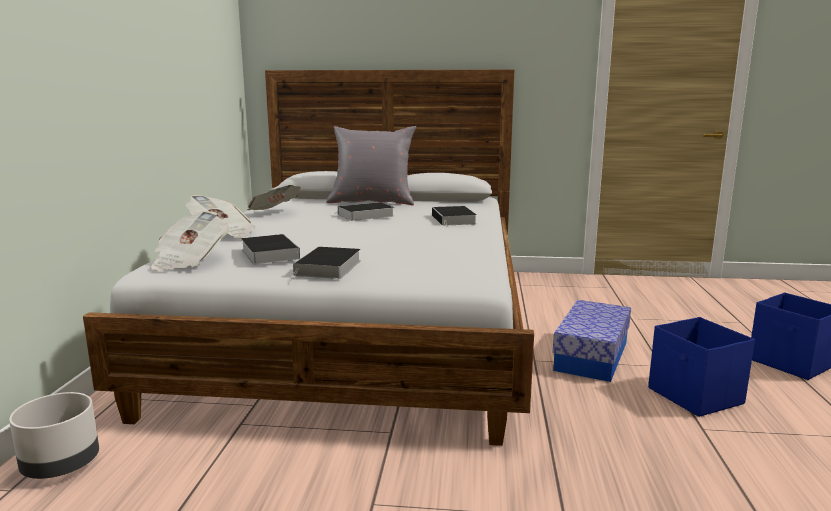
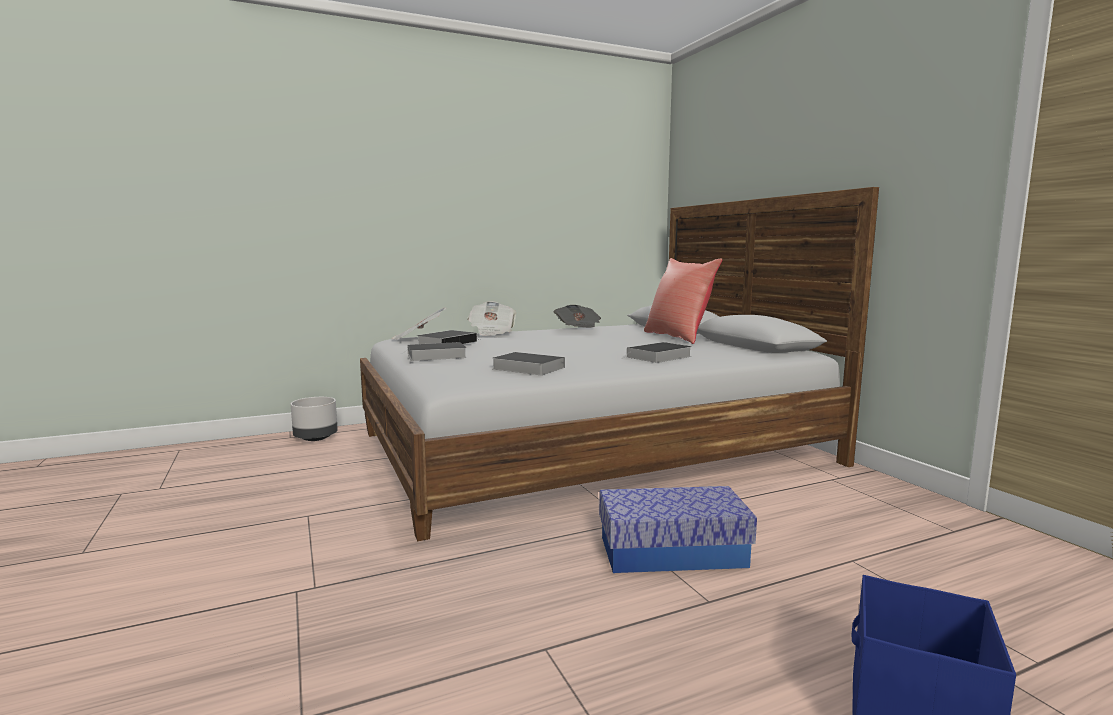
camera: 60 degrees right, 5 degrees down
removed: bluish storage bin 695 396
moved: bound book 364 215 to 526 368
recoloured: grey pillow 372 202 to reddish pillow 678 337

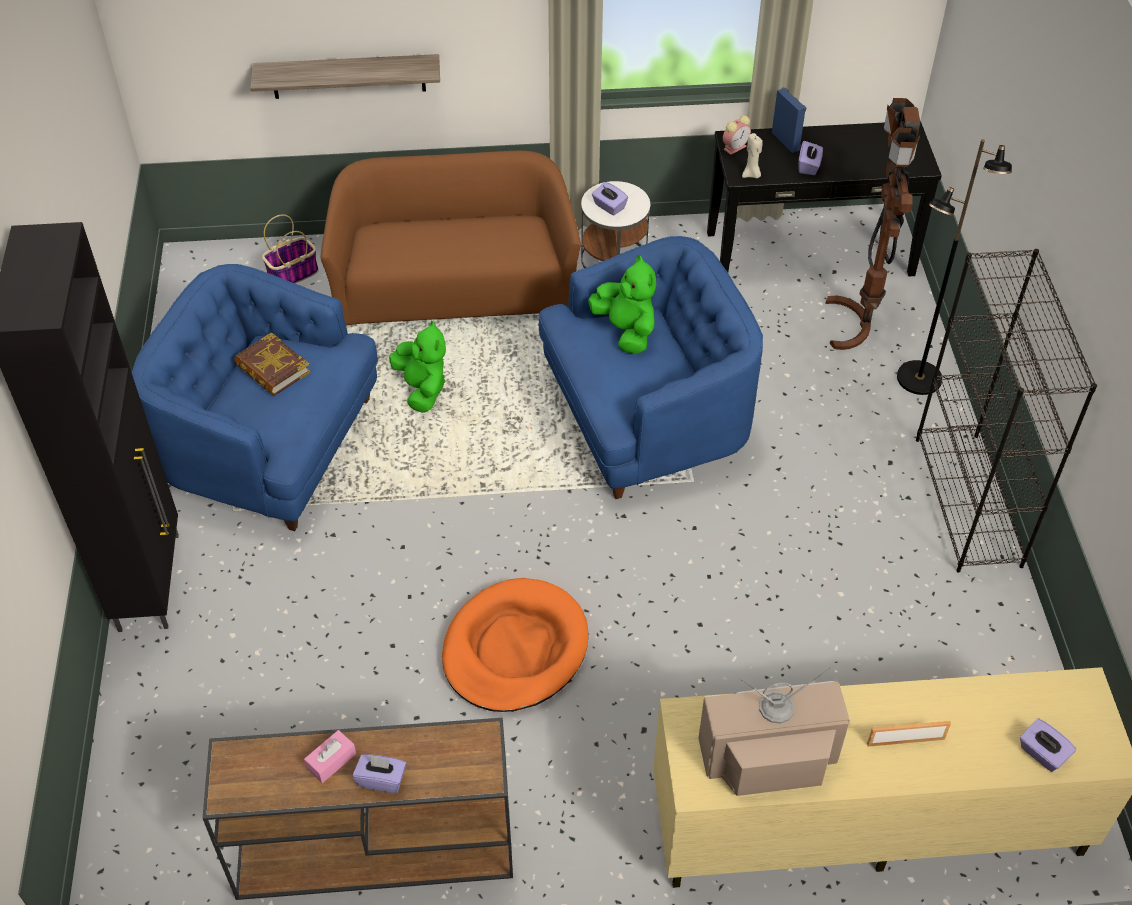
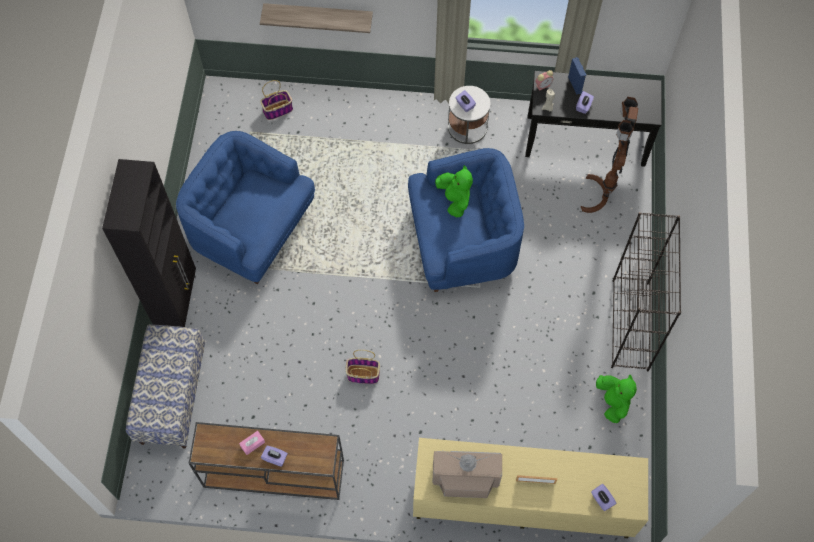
camera: 10 degrees right, 15 degrees up
removed: bound book 272 369; brownish settee 455 285; black standard lamp 919 379
added: long seat 172 395
moved: green soft toy 422 389 to 612 402
replaced: orange dog cushion 515 649 to storage basket 362 374

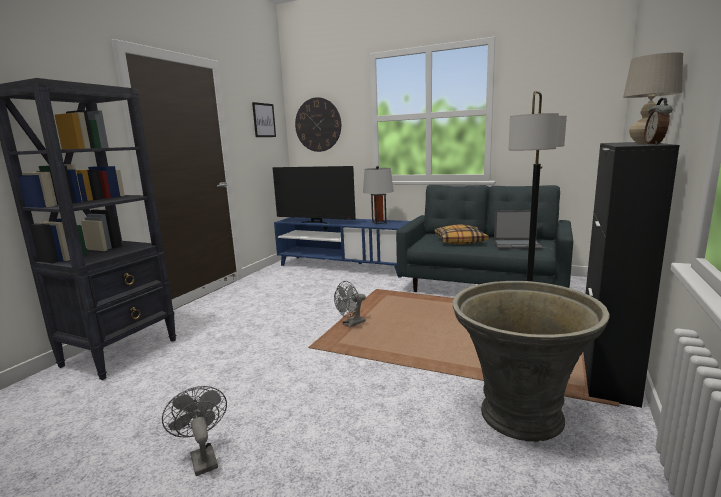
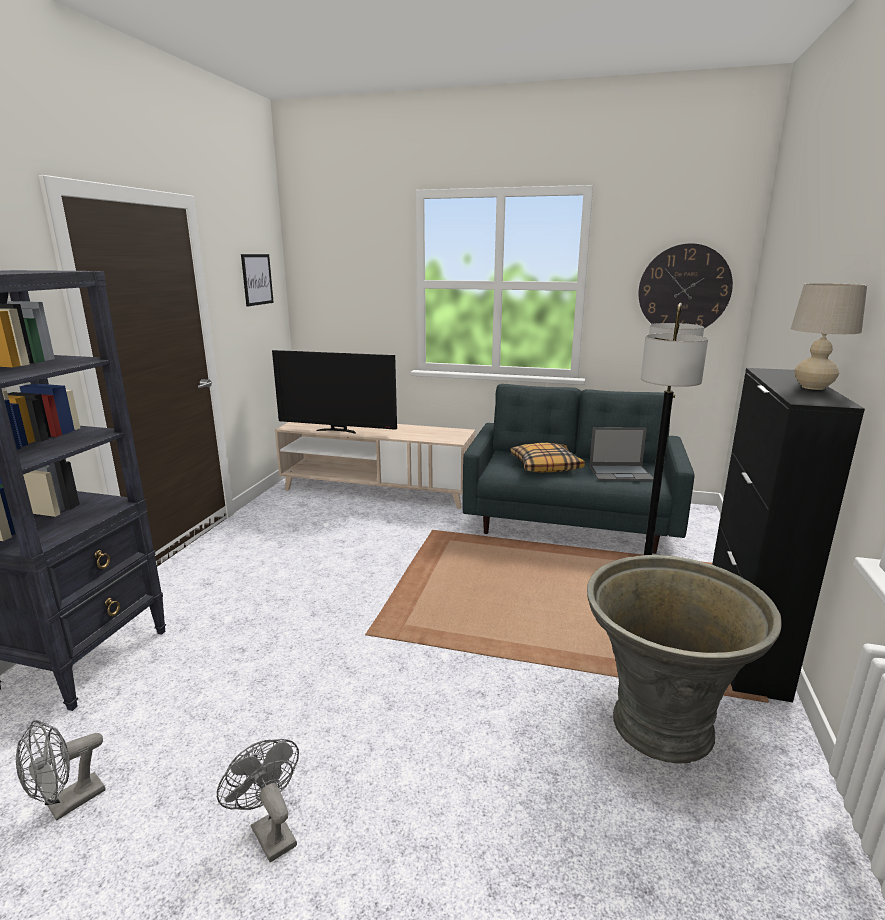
camera: 10 degrees left, 5 degrees up
removed: grey tabletop lamp 379 222; table clock 655 144
moved: grey fan 351 324 to 68 804; wall clock 318 125 to 684 289
recoloured: bluish tv stand 344 266 to beige tv stand 377 490

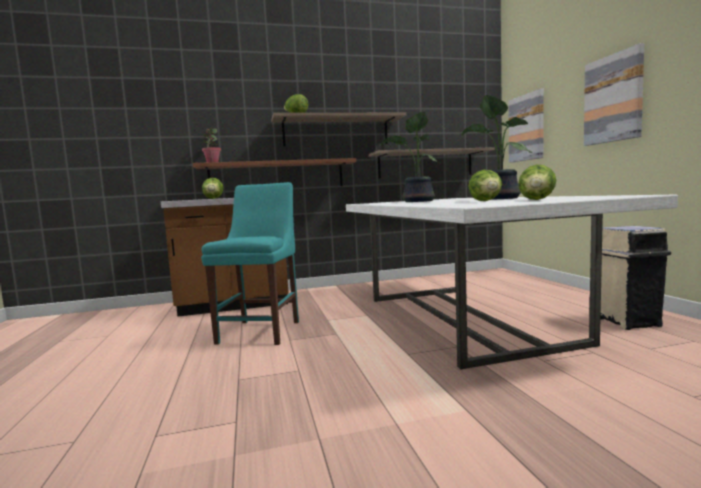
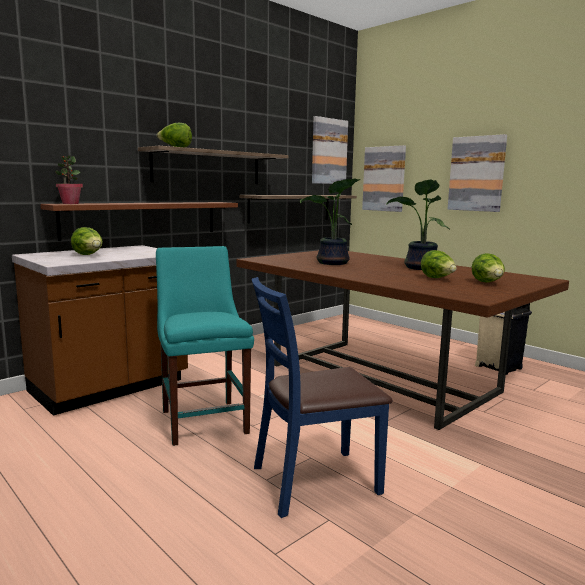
camera: 30 degrees left, 5 degrees up
added: bluish chair 314 481; picture 328 151
recoloured: white dining table 461 318 to brownish dining table 380 377

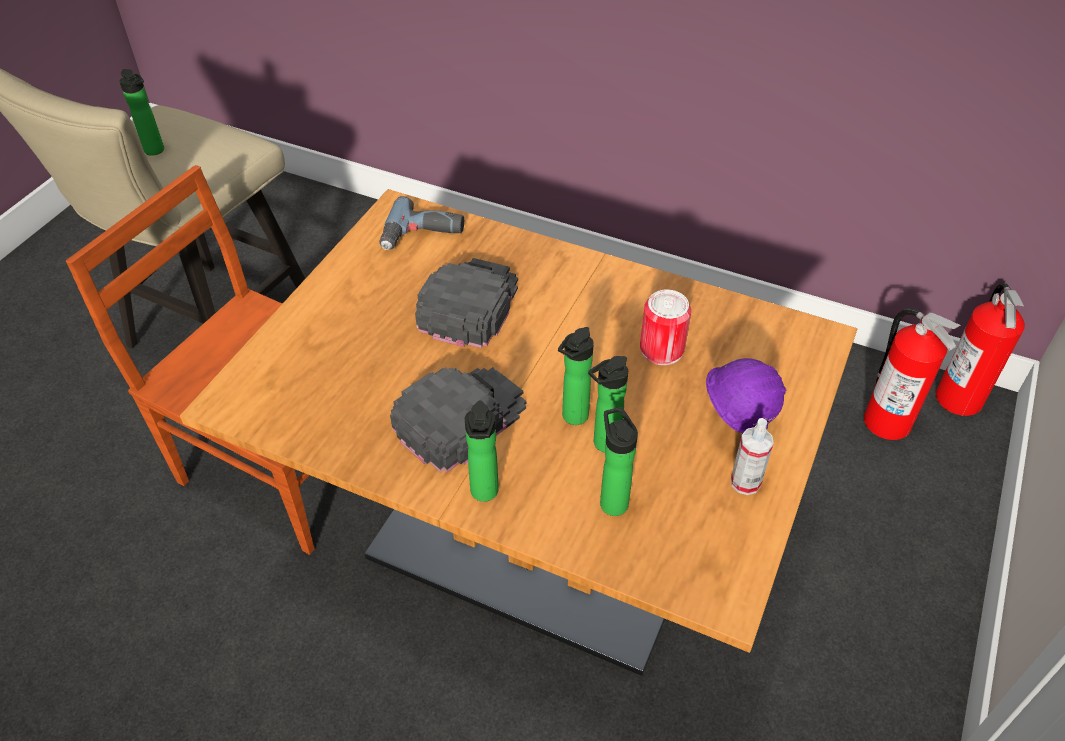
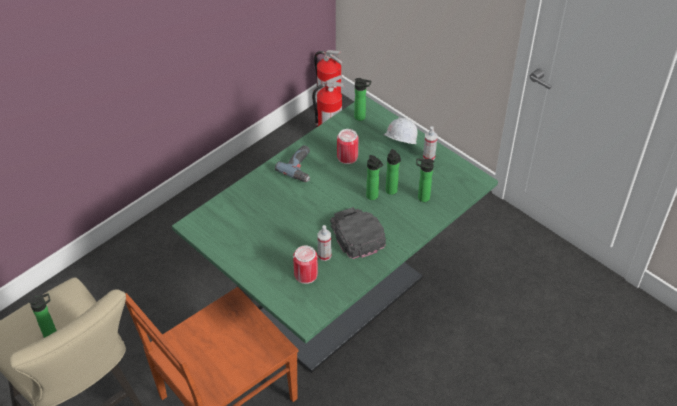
camera: 70 degrees left, 0 degrees up
removed: black baseball cap 469 304
added: sealed can 306 274; hand sprayer 324 255
moved: electric drill 422 236 to 301 167; drink bottle 484 494 to 361 117
recoloured: brownish dining table 532 549 to green dining table 338 299; purple hard hat 735 423 to white hard hat 398 149

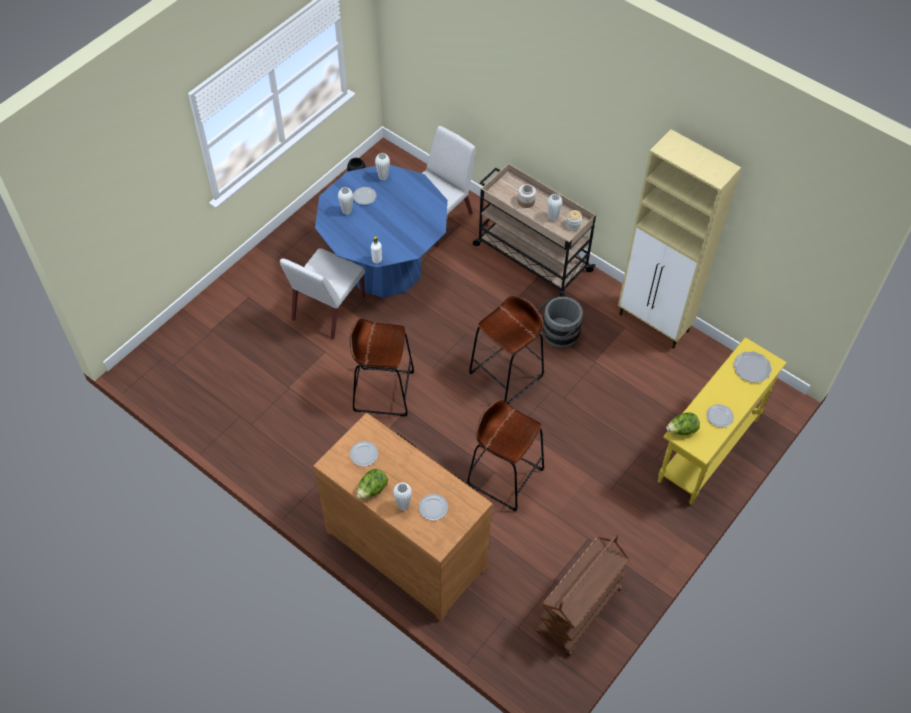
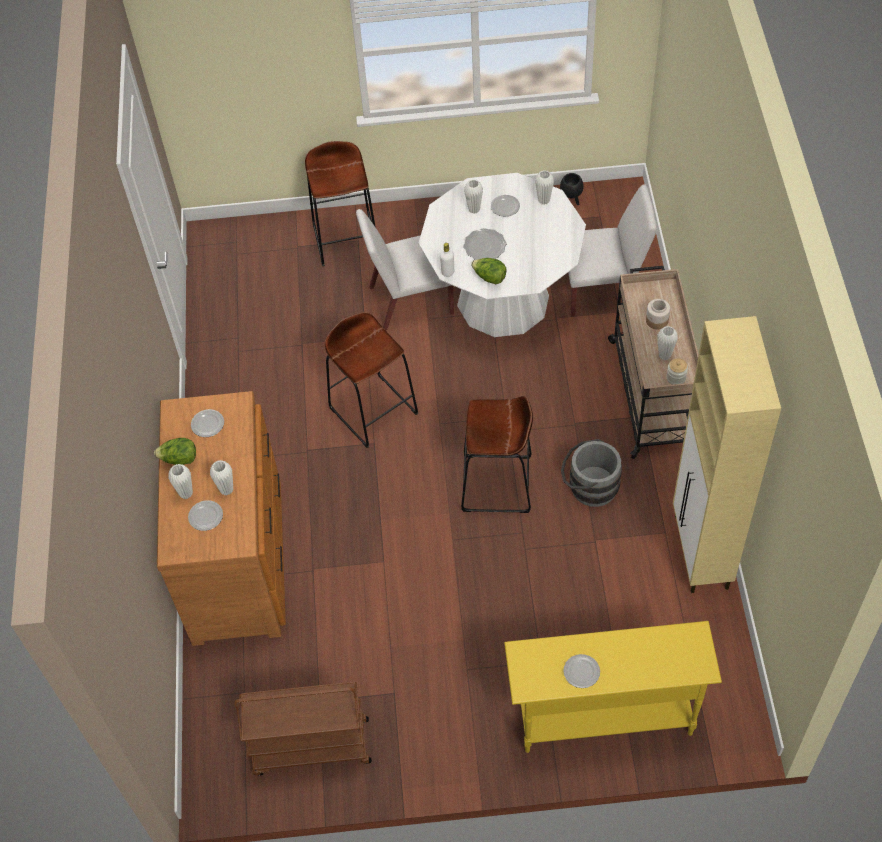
camera: 50 degrees right, 0 degrees up
added: white vase 226 489
moved: brownish sitting stool 505 476 to 346 239; flat dish 751 368 to 484 246; head of lettuce 682 430 to 489 277
recoloured: bluish dining table 385 267 to white dining table 503 300

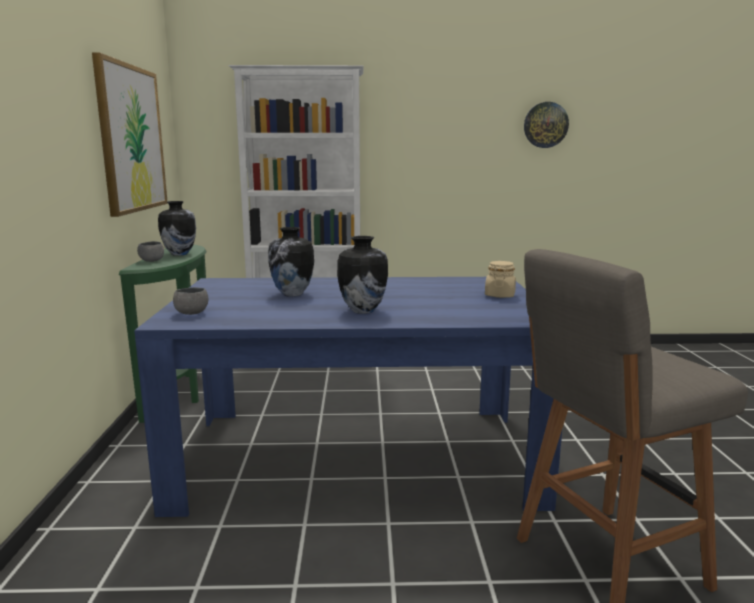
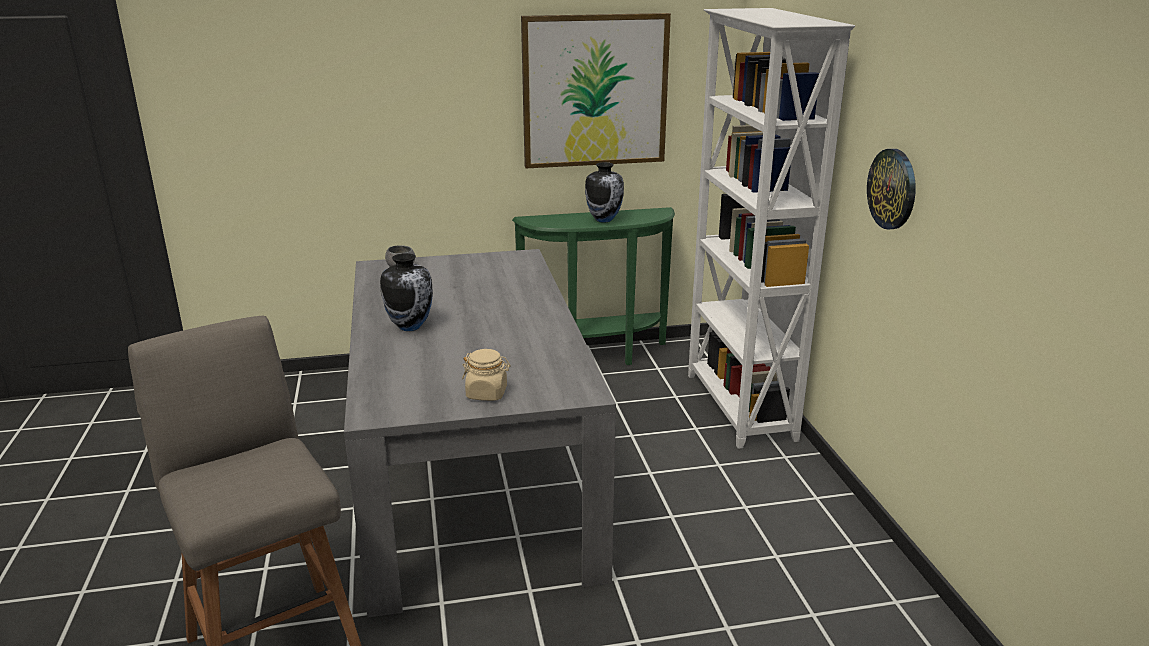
camera: 80 degrees right, 10 degrees up
removed: grey serving bowl 151 261; vase 292 294
moved: wall clock 545 125 to 892 189
recoloured: bluish dining table 358 456 to grey dining table 472 477

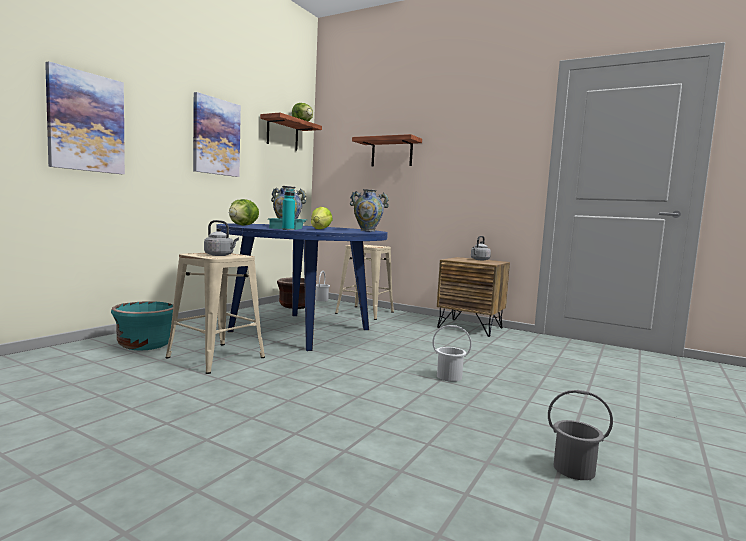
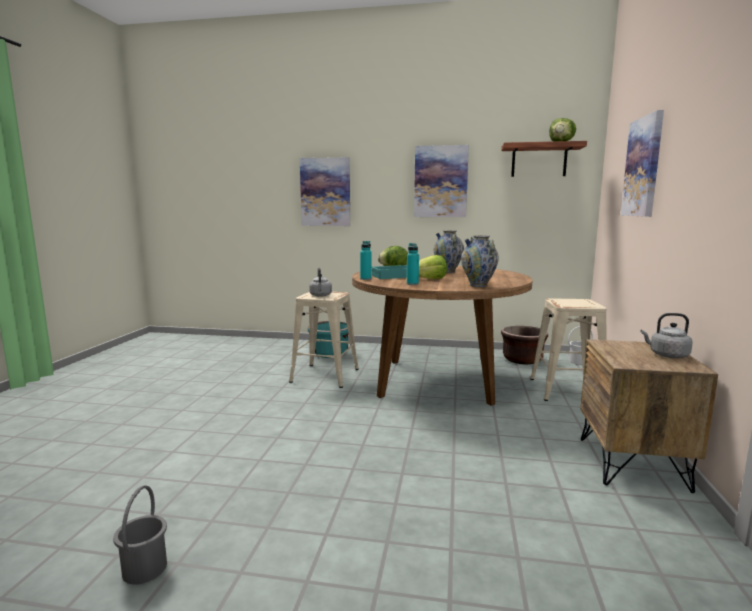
camera: 70 degrees right, 5 degrees up
removed: white bucket 449 377
added: blue-green drink bottle 412 284
replaced: bracket shelf 392 153 to picture 643 167
recoloured: bluish dining table 300 330 to brownish dining table 437 380

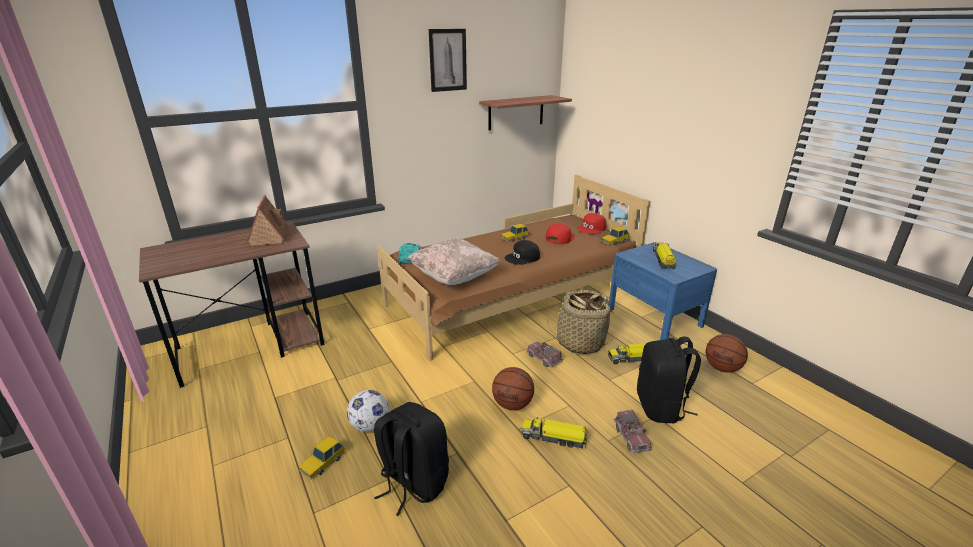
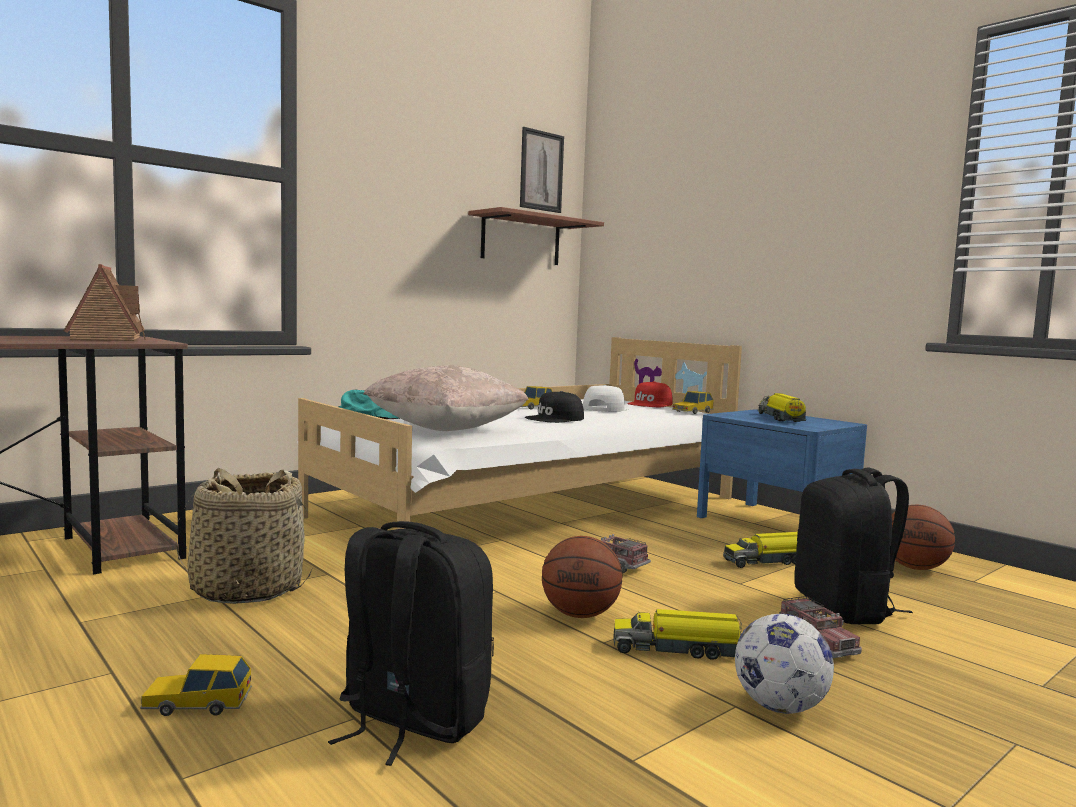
camera: 10 degrees left, 20 degrees down
moved: storage basket 580 343 to 246 589; picture 448 60 to 541 171; football ball 369 426 to 779 707
recoloured: brownish bed 513 297 to white bed 532 507; reddish baseball cap 559 238 to white baseball cap 605 408
turned: miniature car 323 463 = 197 703 60 degrees clockwise

